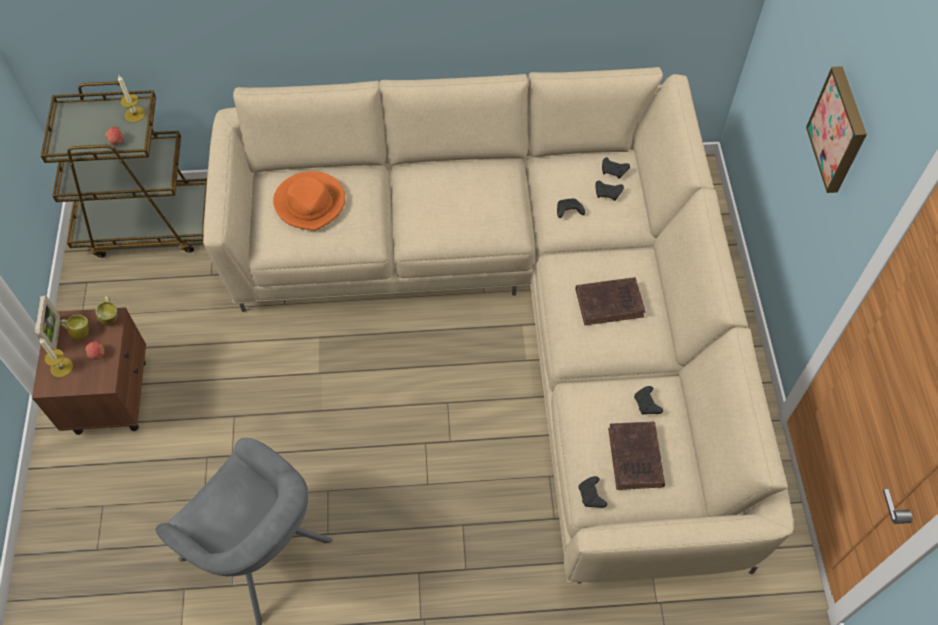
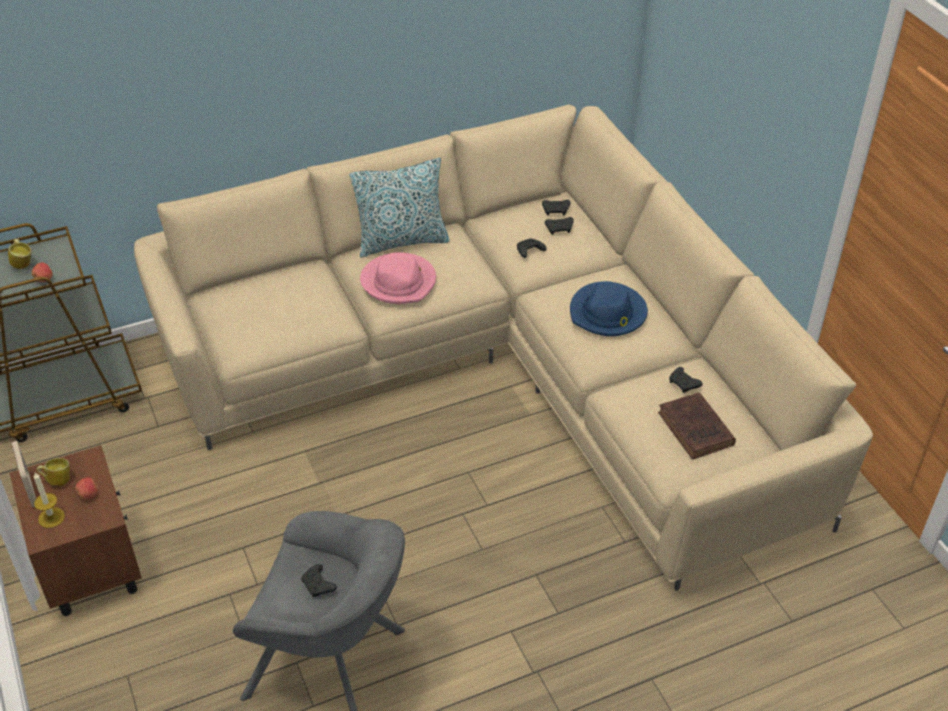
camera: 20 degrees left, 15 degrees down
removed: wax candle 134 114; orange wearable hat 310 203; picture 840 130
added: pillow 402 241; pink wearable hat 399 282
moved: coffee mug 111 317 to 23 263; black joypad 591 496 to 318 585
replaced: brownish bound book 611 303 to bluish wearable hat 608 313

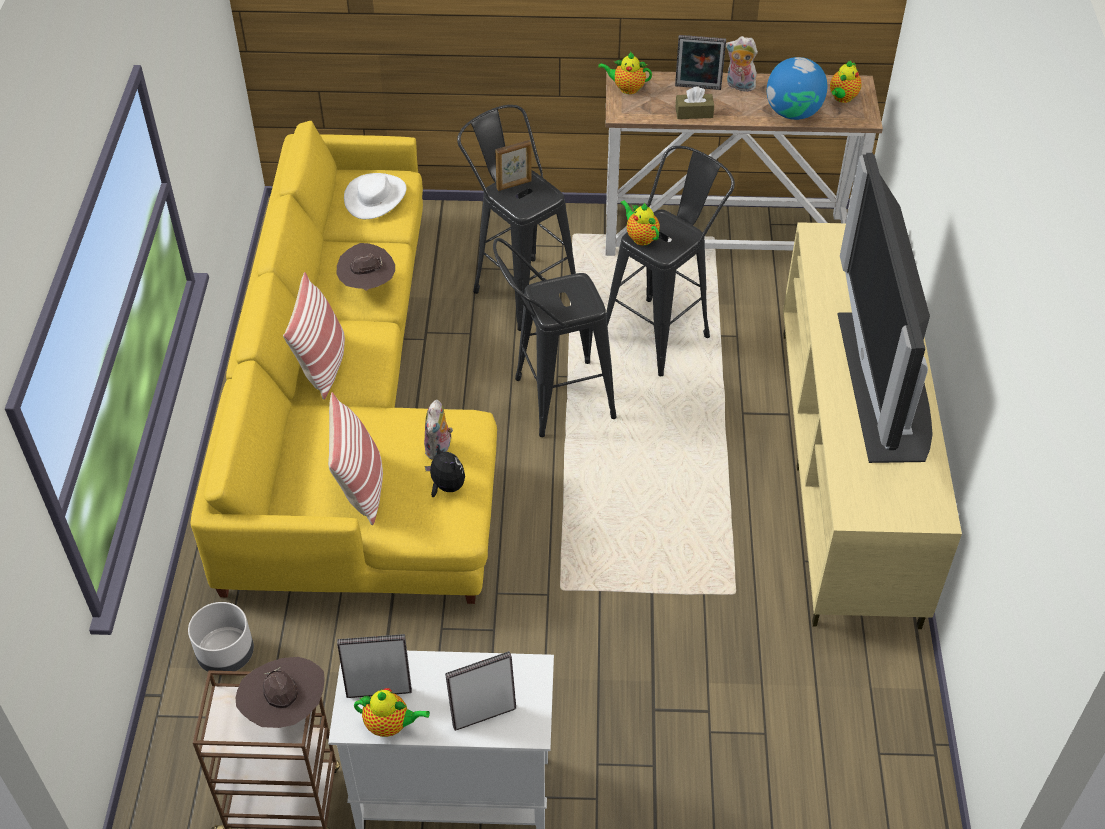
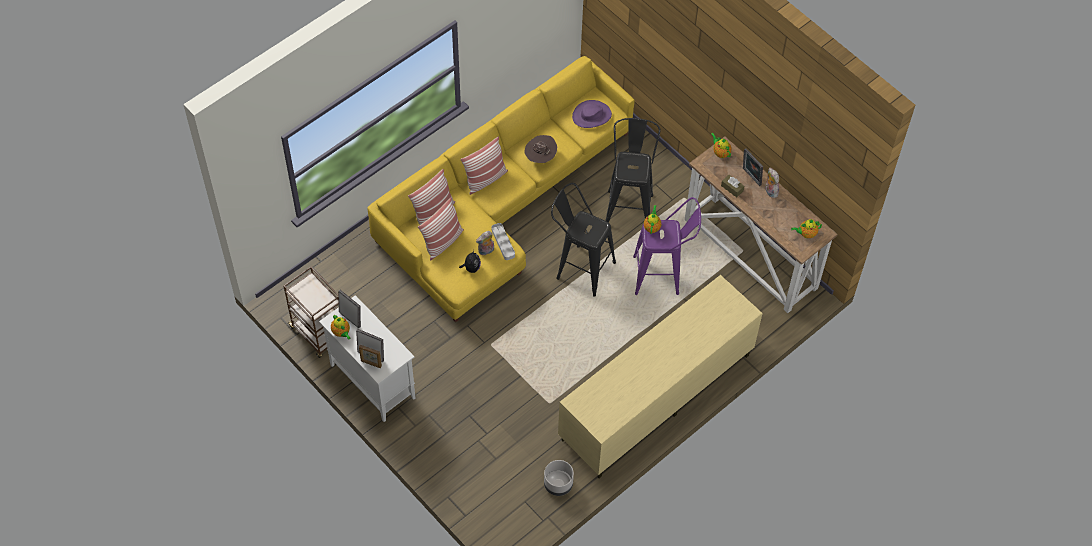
camera: 45 degrees right, 10 degrees up
removed: brownish wearable hat 285 708; world globe 793 112; TV set 884 385
added: pillow 433 212; grey carrying tray 503 243
moved: standing frame 514 185 to 371 363; grey planter 226 654 to 558 484
recoloured: white wearable hat 376 197 to purple wearable hat 591 116; black sitting stool 662 331 to purple sitting stool 662 275

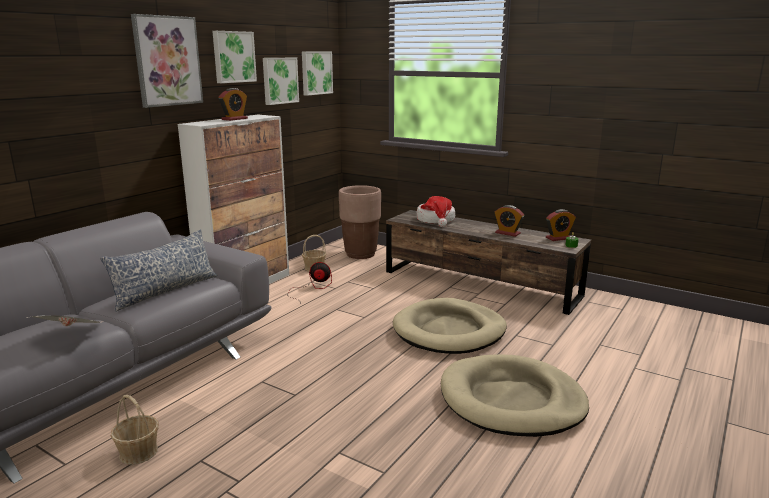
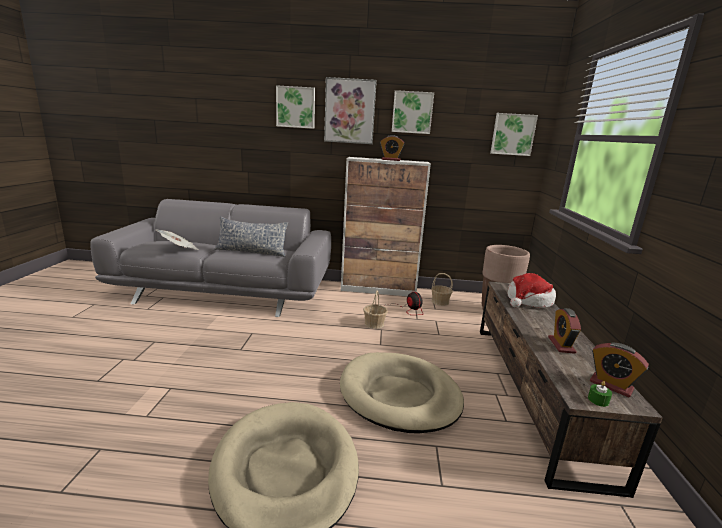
camera: 60 degrees right, 0 degrees up
moved: picture 279 80 to 296 107; storage basket 138 452 to 374 323

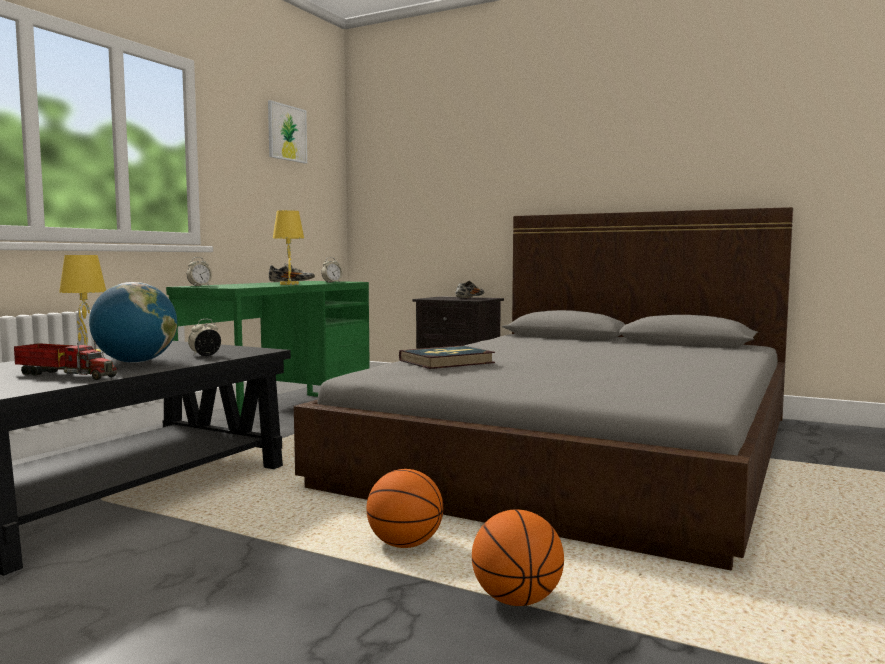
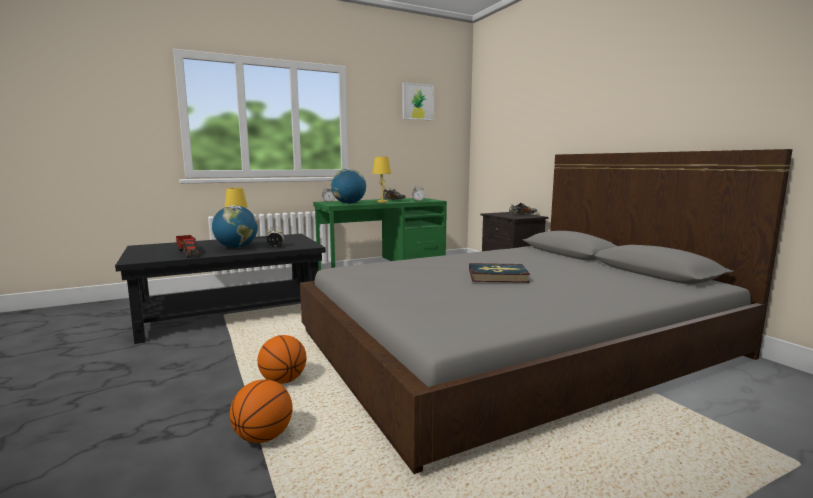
camera: 35 degrees right, 5 degrees up
added: world globe 349 203
moved: bound book 446 362 to 498 276

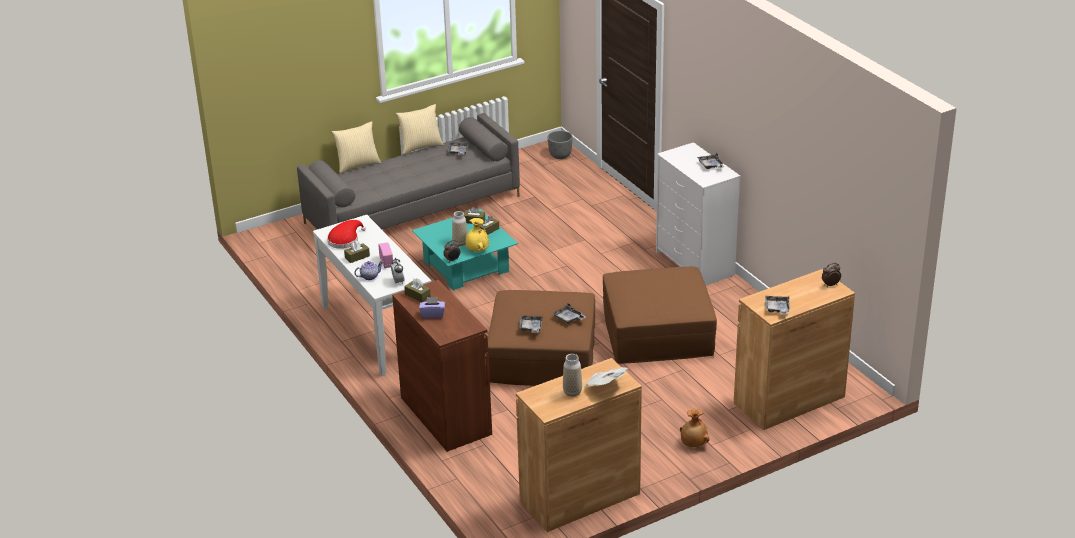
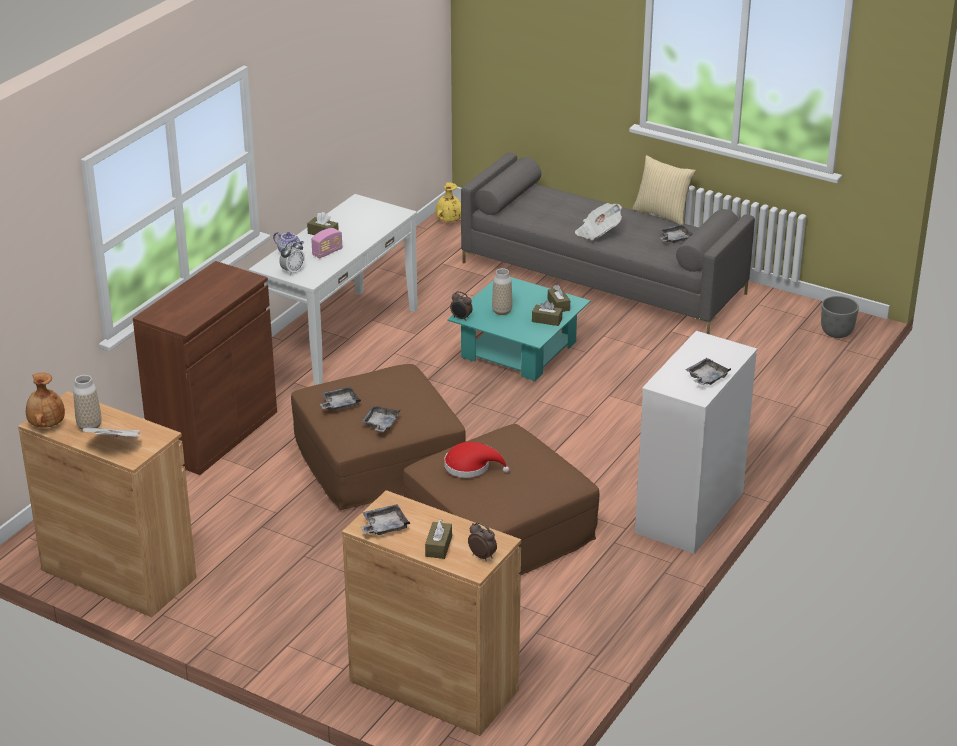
camera: 60 degrees right, 0 degrees up
removed: pillow 357 164; purple tissue box 432 314
added: printed paper 598 232
moved: brownish vase 693 444 to 46 424; brownish tissue box 417 296 to 438 546; yellow-coloured vase 477 250 to 448 221; reddish wearable hat 345 240 to 471 466

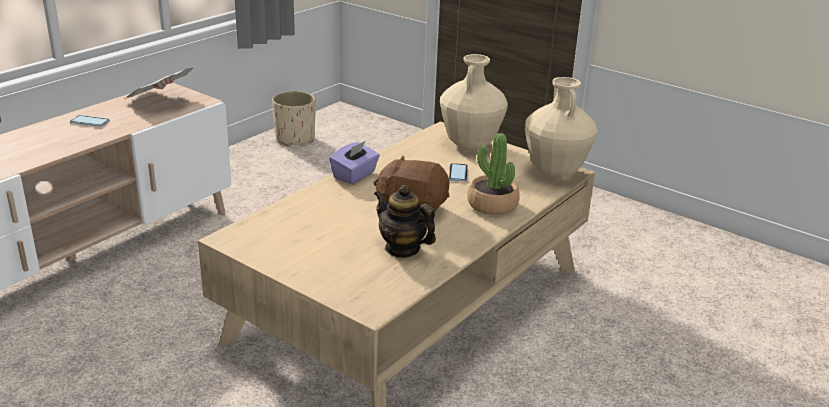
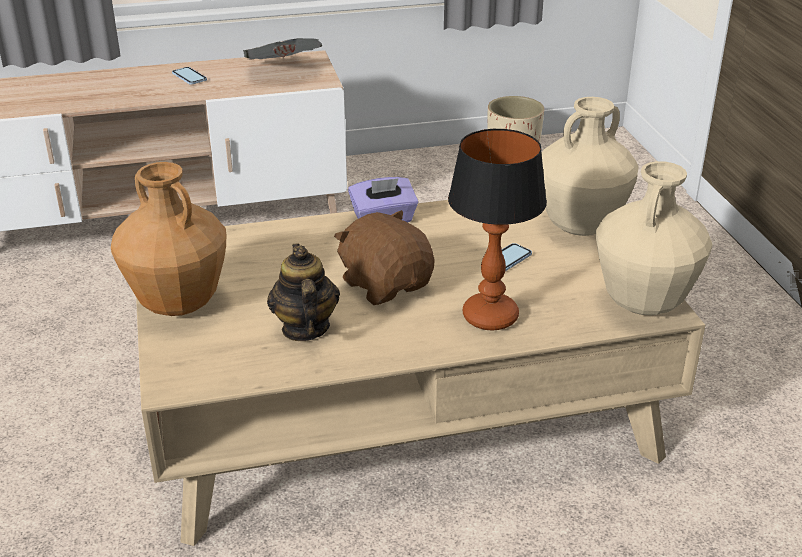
camera: 40 degrees right, 5 degrees up
added: brownish vase 177 304
replaced: houseplant 492 205 to tabletop lamp 489 316

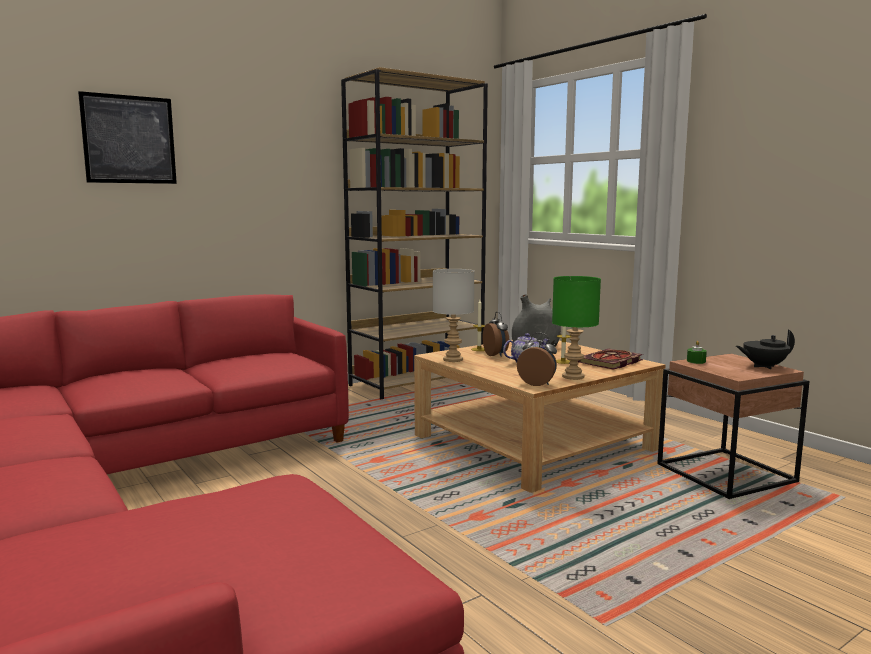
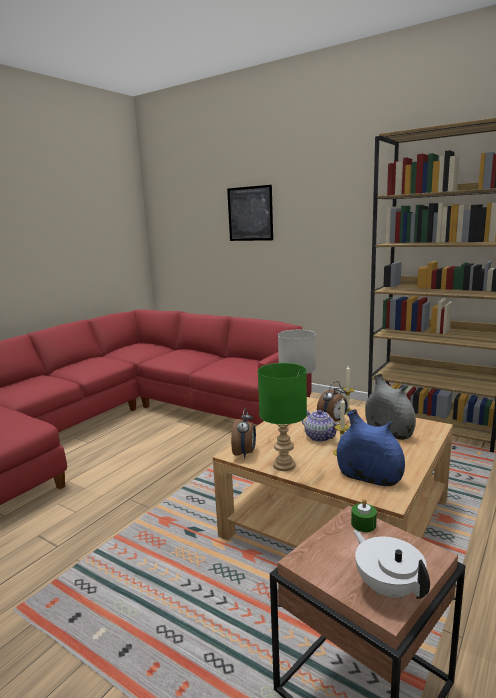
camera: 70 degrees right, 5 degrees up
replaced: bound book 610 362 to bluish vase 369 478
recoloured: black teapot 763 366 to white teapot 388 587

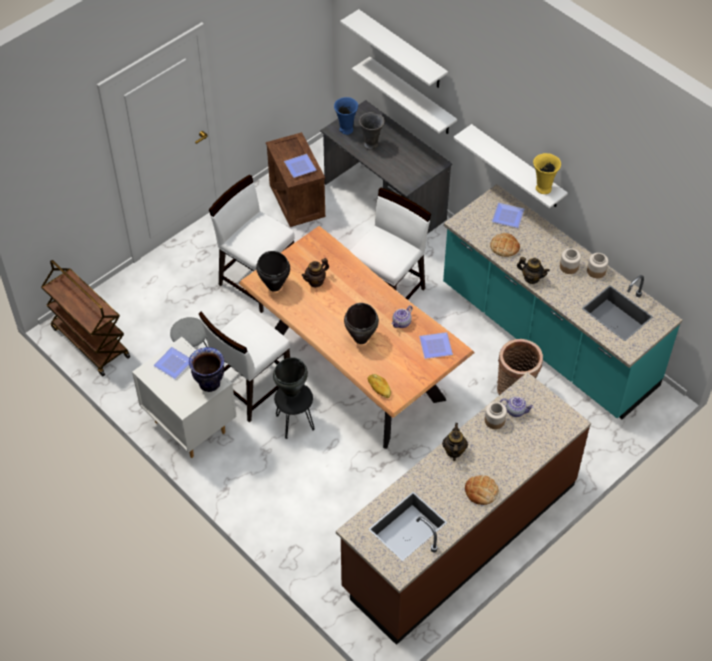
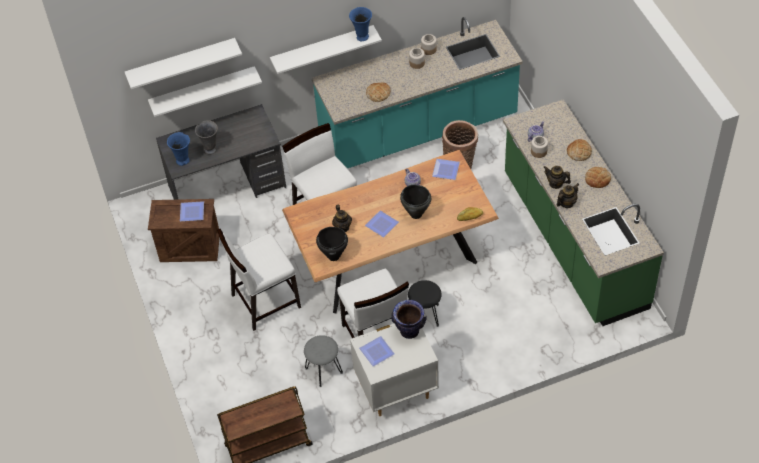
camera: 65 degrees left, 0 degrees up
removed: black stockpot 291 391
added: bakery bread 579 152
moved: flat dish 507 215 to 380 225; teapot 531 278 to 566 203
recoloured: yellow-coloured vase 542 188 to bluish vase 362 37; brownish counter 459 535 to green counter 573 241

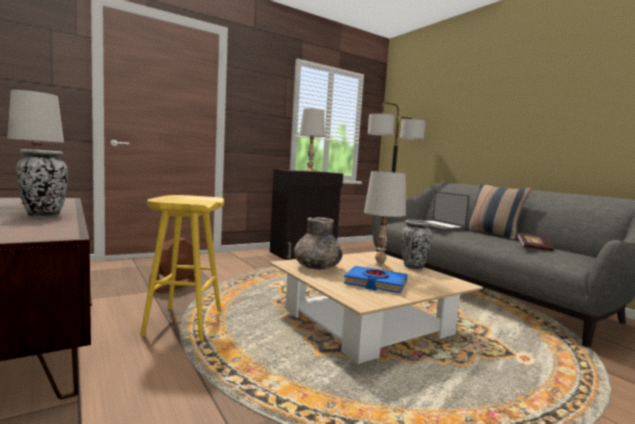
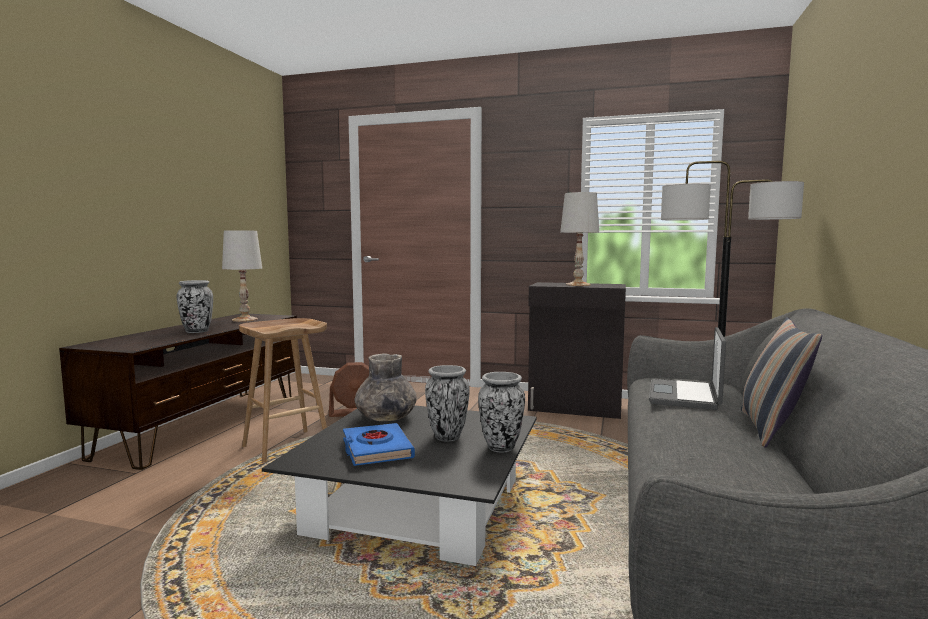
camera: 50 degrees right, 0 degrees up
removed: bound book 534 248
replaced: white tabletop lamp 379 268 to vase 447 437
recoloured: yellow-coloured sitting stool 183 322 to brownish sitting stool 287 445; beige low table 367 322 to black low table 418 507

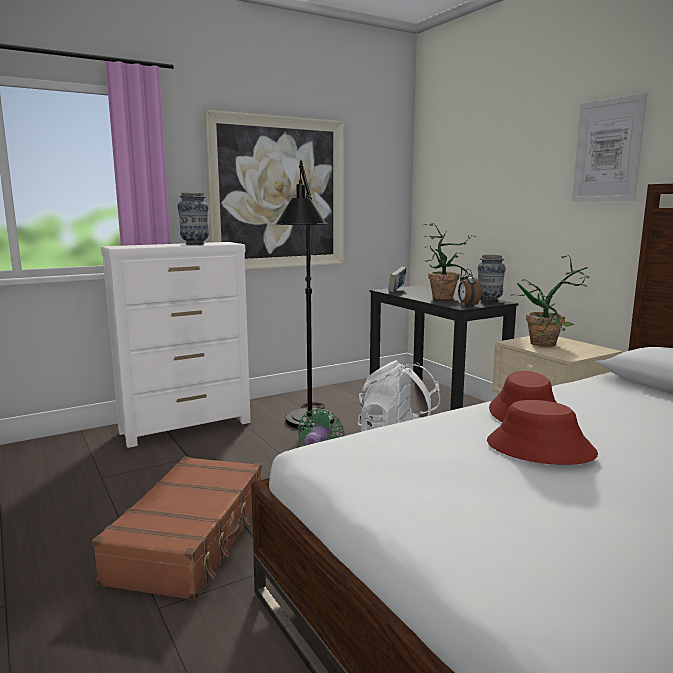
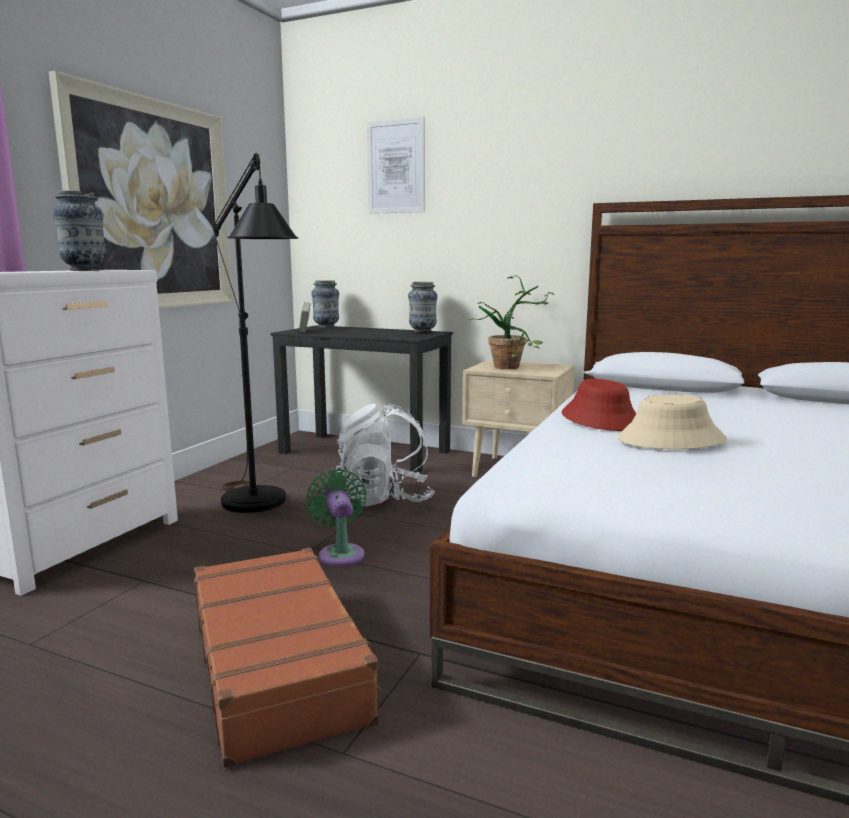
camera: 35 degrees left, 0 degrees up
removed: houseplant 446 297; table clock 467 305
added: vase 326 327
moved: picture 607 151 to 396 167
recoloured: reddish wearable hat 539 448 to beige wearable hat 671 440

